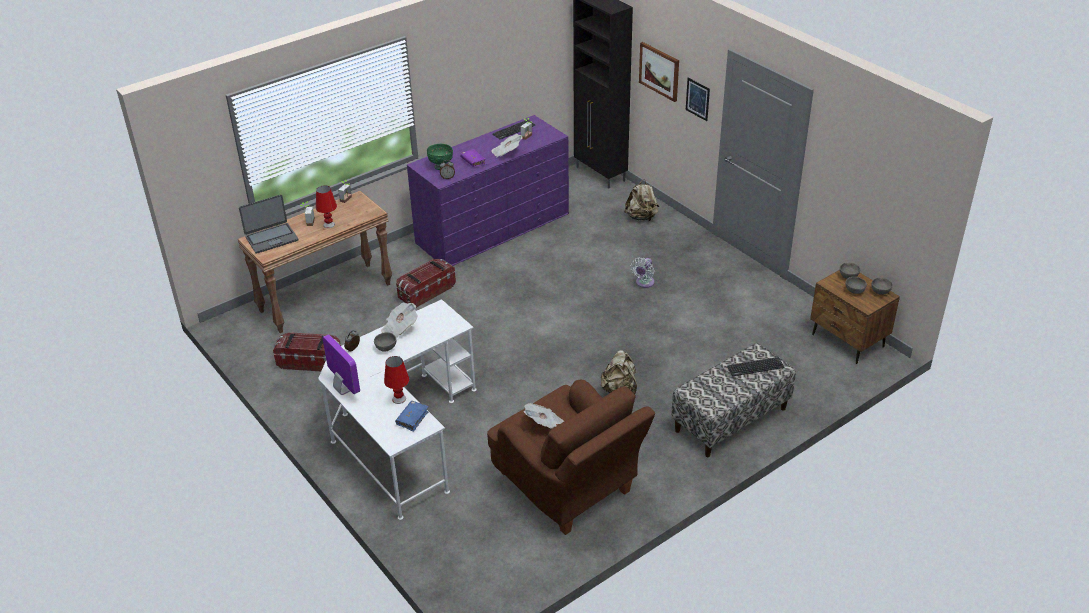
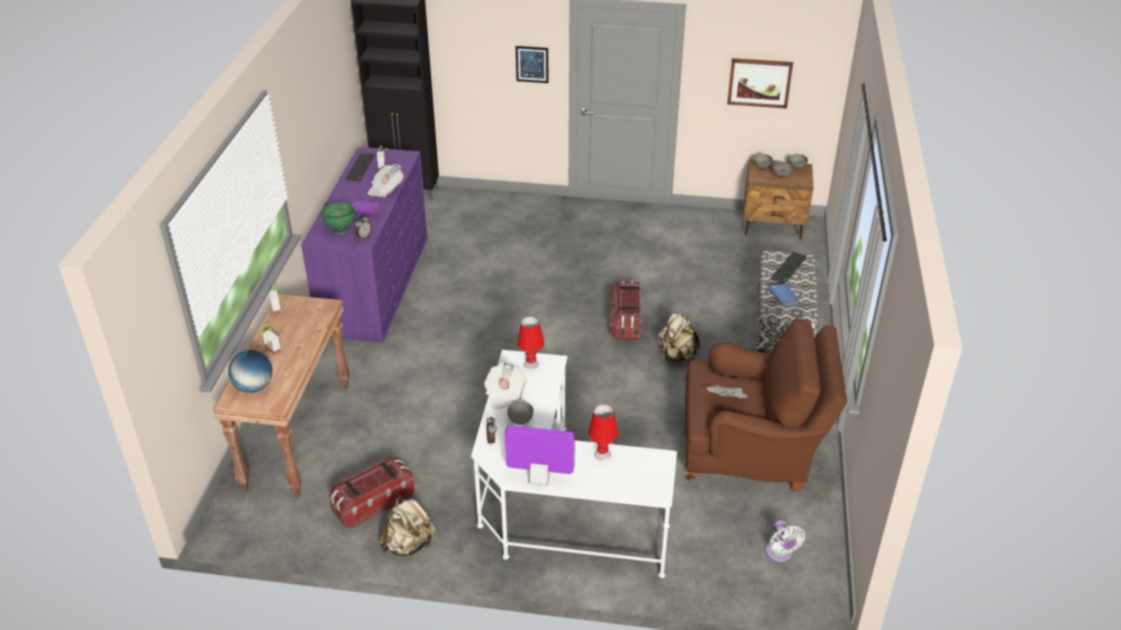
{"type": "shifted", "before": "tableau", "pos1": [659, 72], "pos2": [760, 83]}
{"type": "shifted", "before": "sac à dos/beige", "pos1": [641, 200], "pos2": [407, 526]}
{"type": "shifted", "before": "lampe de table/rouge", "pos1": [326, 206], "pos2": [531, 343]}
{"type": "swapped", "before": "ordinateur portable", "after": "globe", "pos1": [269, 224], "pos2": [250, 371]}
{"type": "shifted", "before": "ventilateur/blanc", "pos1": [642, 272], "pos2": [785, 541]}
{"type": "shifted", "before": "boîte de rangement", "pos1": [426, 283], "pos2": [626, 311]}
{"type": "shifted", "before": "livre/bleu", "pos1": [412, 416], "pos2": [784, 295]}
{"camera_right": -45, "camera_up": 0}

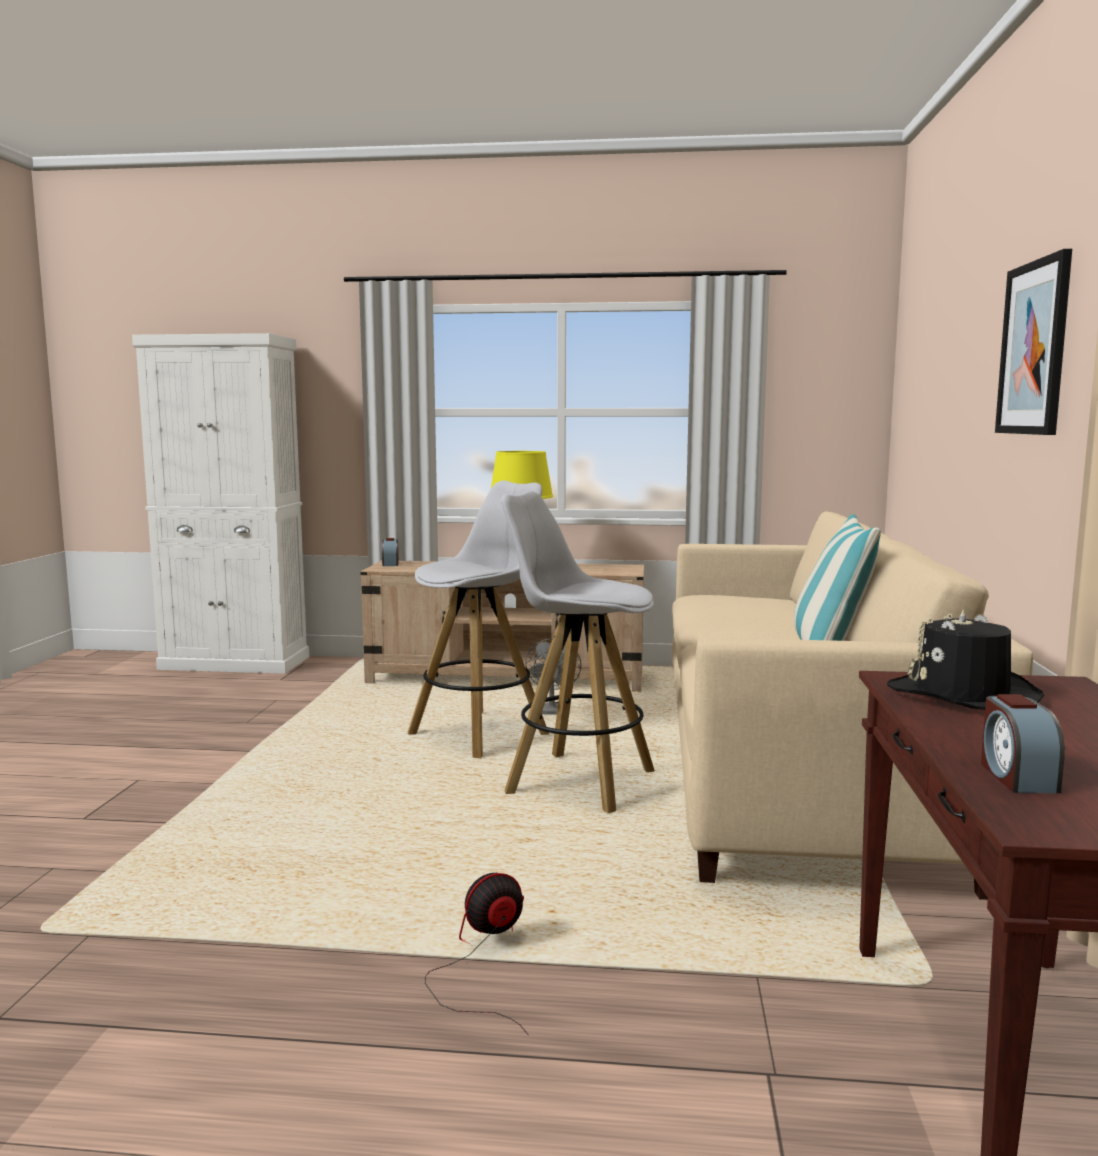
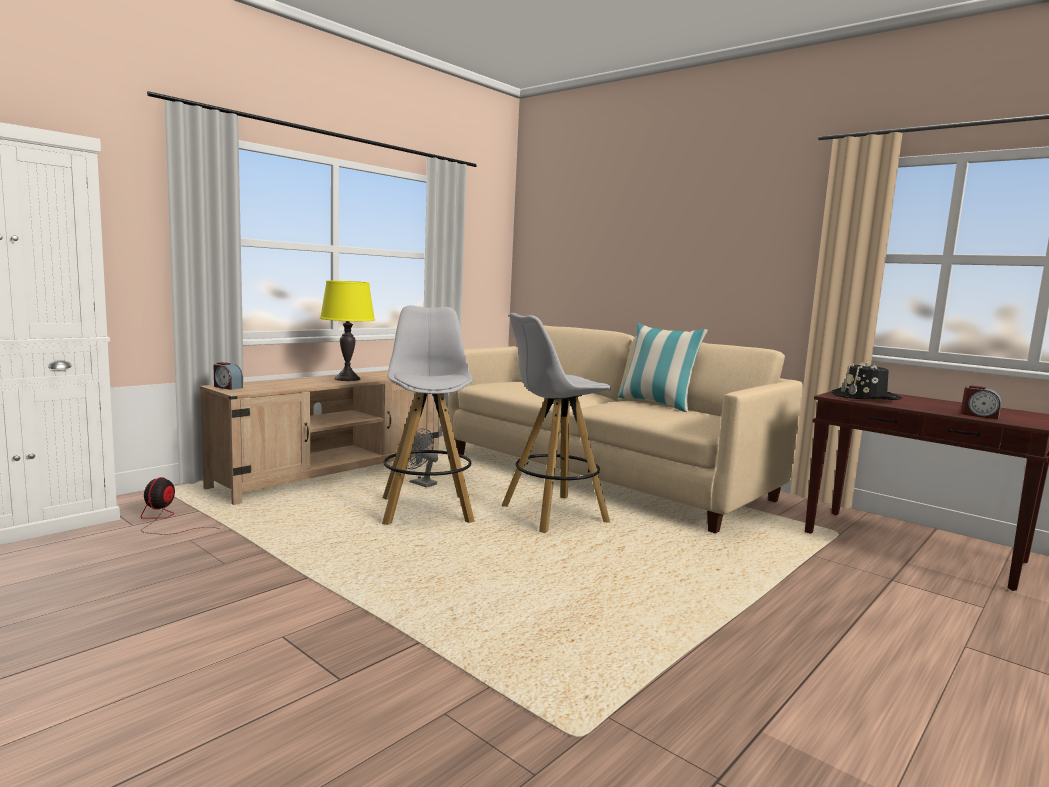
{"type": "gone", "before": "tableau", "pos1": [1033, 342]}
{"type": "shifted", "before": "ventilateur", "pos1": [477, 954], "pos2": [177, 506]}
{"camera_right": -55, "camera_up": 0}

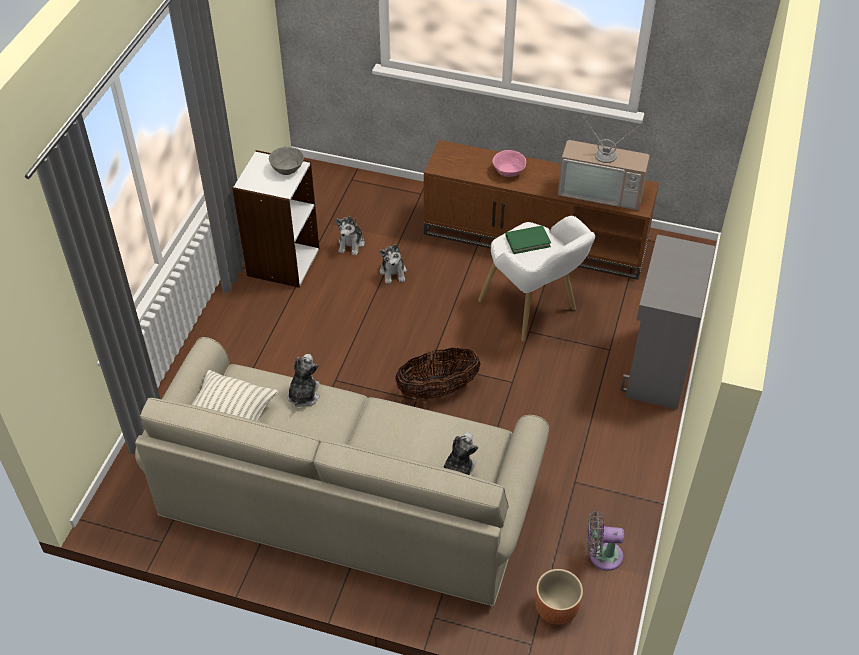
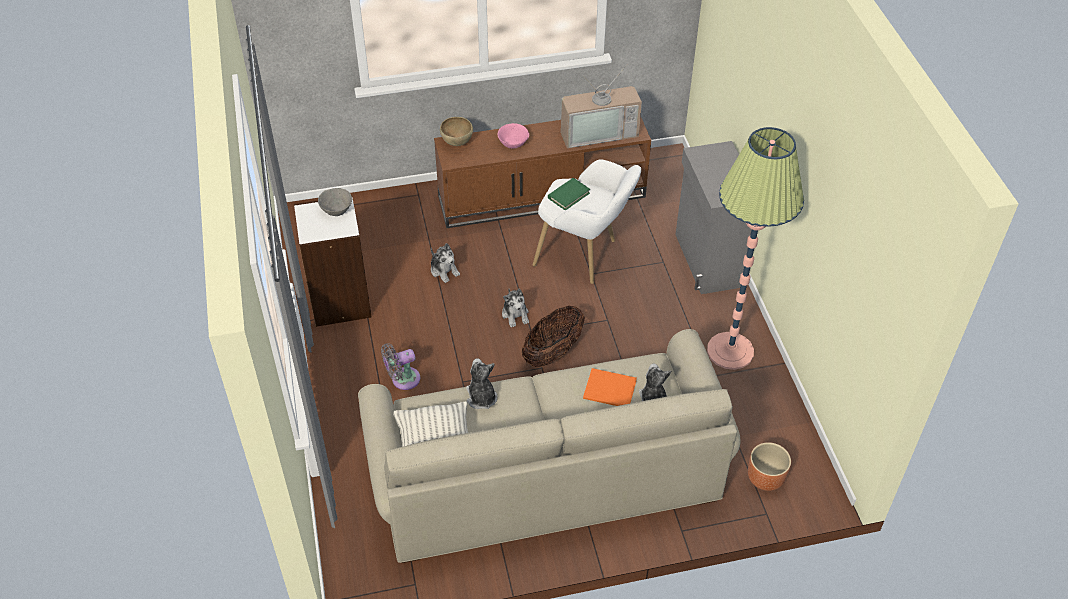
{"type": "shifted", "before": "peluche", "pos1": [350, 235], "pos2": [515, 308]}
{"type": "shifted", "before": "ventilateur/gris", "pos1": [605, 541], "pos2": [400, 366]}
{"type": "new", "after": "bol/marron", "pos2": [456, 131]}
{"type": "new", "after": "lampadaire", "pos2": [755, 248]}
{"type": "new", "after": "livre/orange", "pos2": [610, 387]}
{"camera_right": -30, "camera_up": 0}

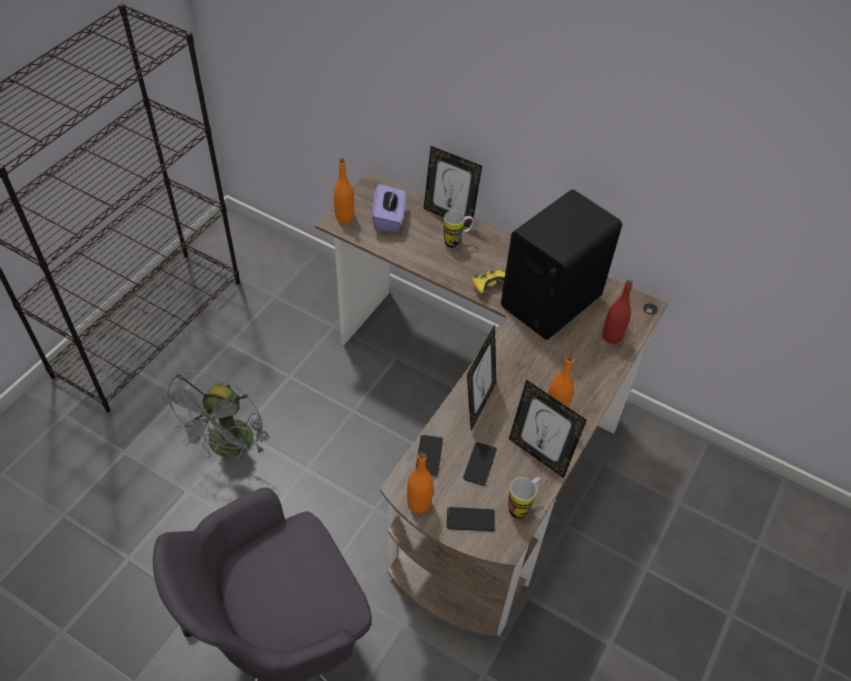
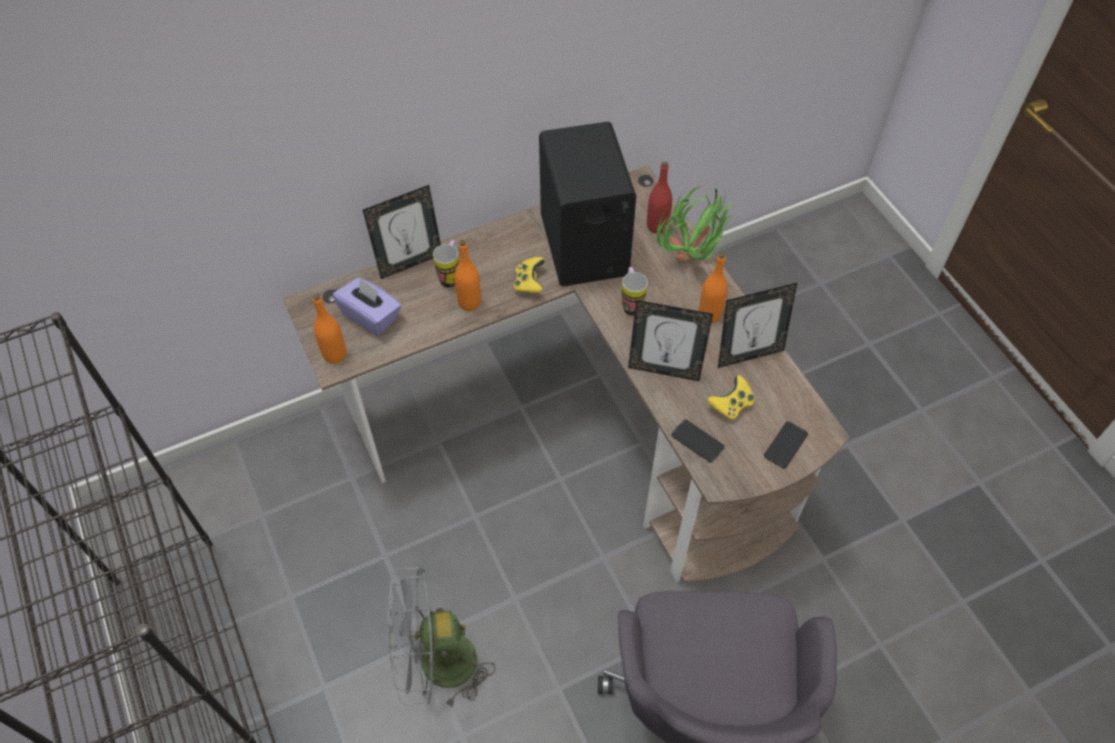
{"type": "rotated", "before": "cadre photo", "pos1": [481, 377], "pos2": [670, 340], "turn": 135}
{"type": "rotated", "before": "ventilateur/gris", "pos1": [214, 416], "pos2": [441, 638], "turn": 120}
{"type": "swapped", "before": "téléphone", "after": "manette/jaune", "pos1": [480, 463], "pos2": [731, 397]}
{"type": "shifted", "before": "bouteille/orange", "pos1": [420, 483], "pos2": [467, 275]}
{"type": "shifted", "before": "mug", "pos1": [525, 498], "pos2": [635, 291]}
{"type": "new", "after": "plante en pot", "pos2": [697, 224]}
{"camera_right": -55, "camera_up": 5}

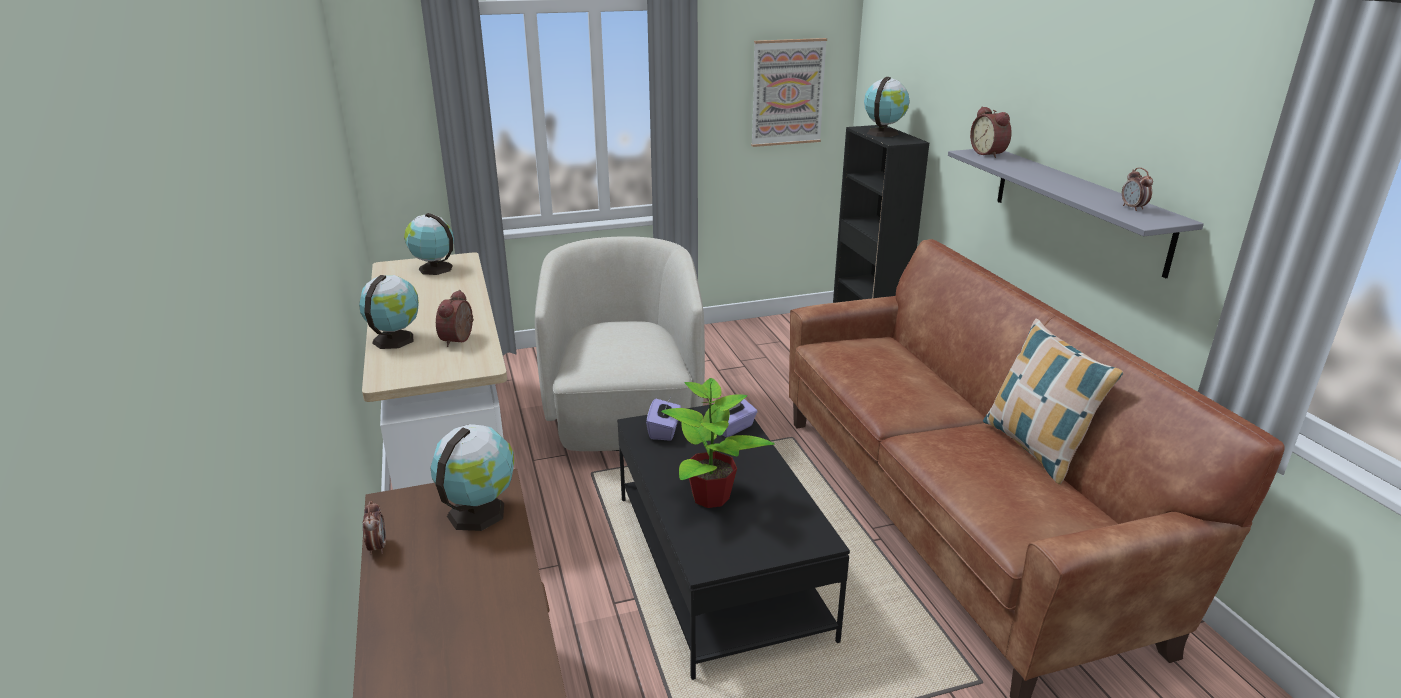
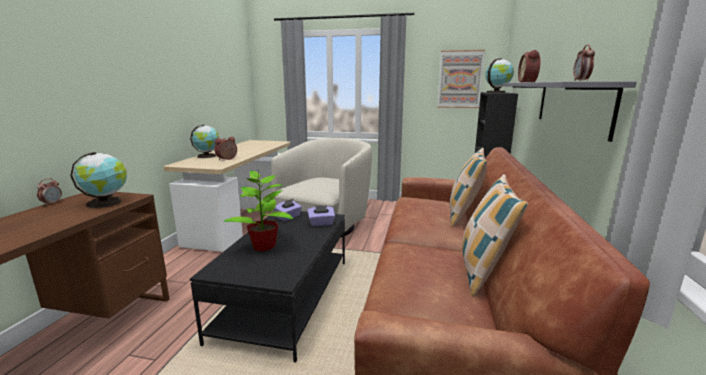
{"type": "gone", "before": "globe", "pos1": [429, 244]}
{"type": "new", "after": "coussin", "pos2": [468, 187]}
{"camera_right": 30, "camera_up": -10}

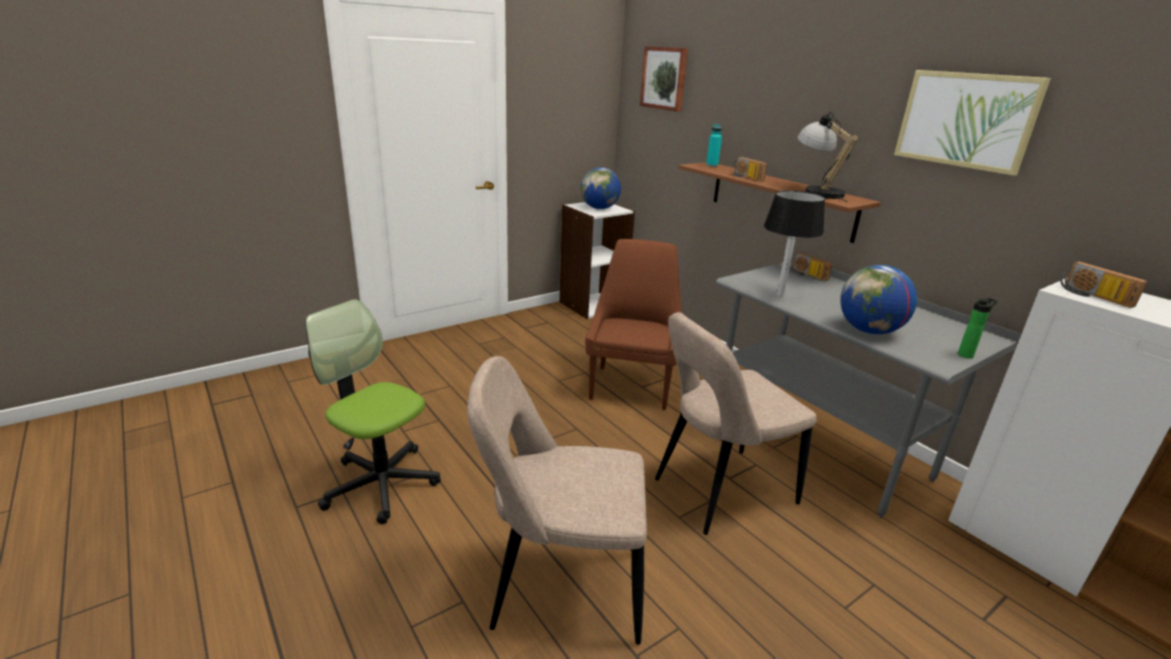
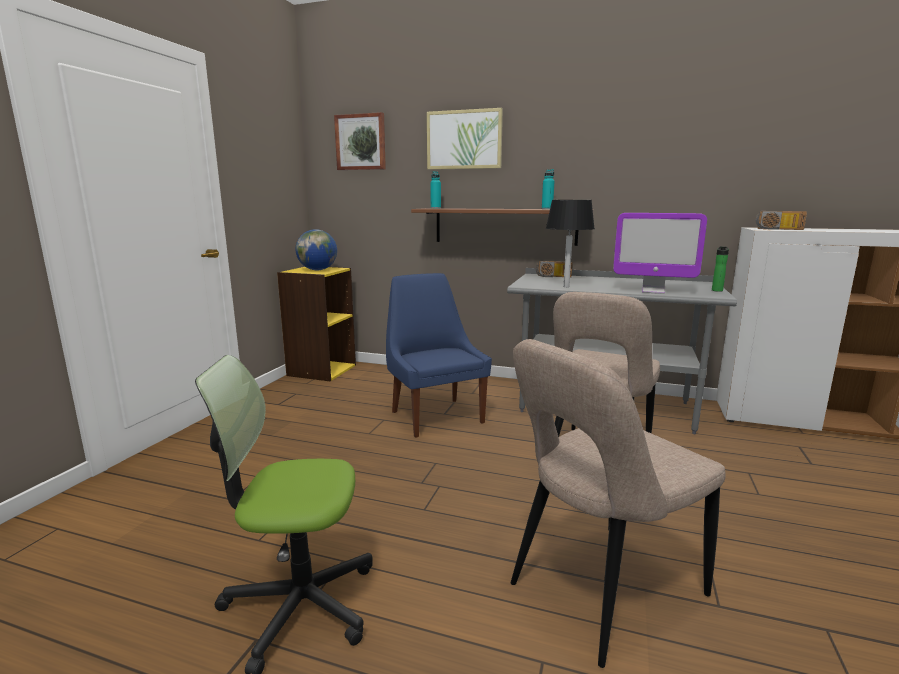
{"type": "shifted", "before": "tableau", "pos1": [972, 123], "pos2": [465, 139]}
{"type": "swapped", "before": "lampe de table", "after": "bouteille/turquoise", "pos1": [828, 157], "pos2": [548, 189]}
{"type": "gone", "before": "radio", "pos1": [749, 169]}
{"type": "repainted", "before": "bibliothèque/blanc", "after": "bibliothèque/jaune", "pos1": [597, 260], "pos2": [316, 324]}
{"type": "repainted", "before": "chaise/marron", "after": "chaise/bleu", "pos1": [633, 324], "pos2": [439, 355]}
{"type": "swapped", "before": "globe", "after": "écran d'ordinateur", "pos1": [878, 299], "pos2": [660, 253]}
{"camera_right": -35, "camera_up": -10}

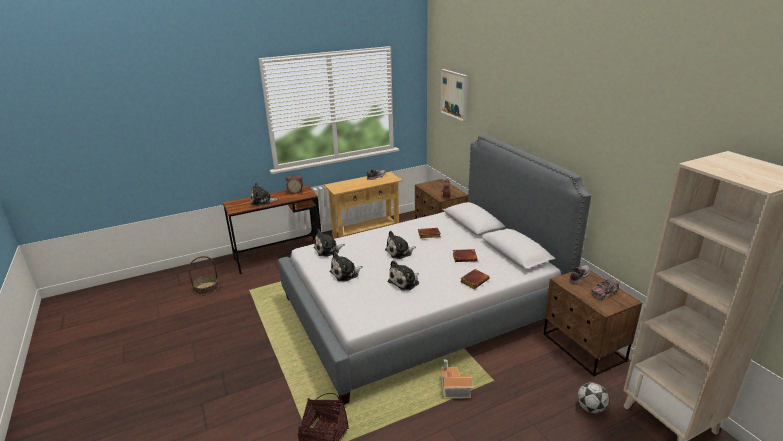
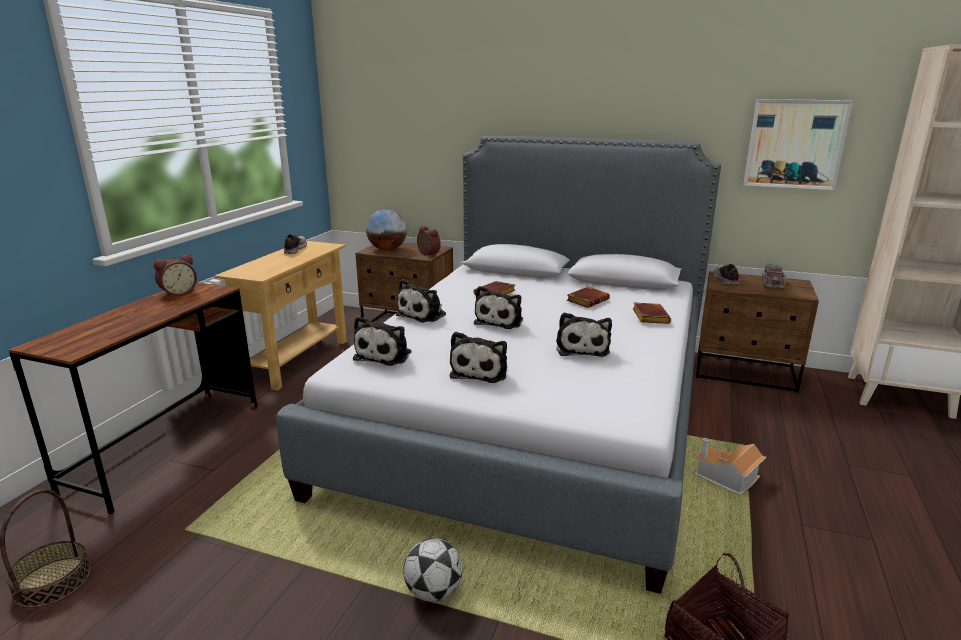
{"type": "shifted", "before": "tableau", "pos1": [454, 95], "pos2": [798, 144]}
{"type": "shifted", "before": "peluche", "pos1": [265, 194], "pos2": [421, 300]}
{"type": "shifted", "before": "ballon de foot", "pos1": [593, 397], "pos2": [432, 570]}
{"type": "new", "after": "globe", "pos2": [386, 229]}
{"camera_right": -45, "camera_up": -5}

